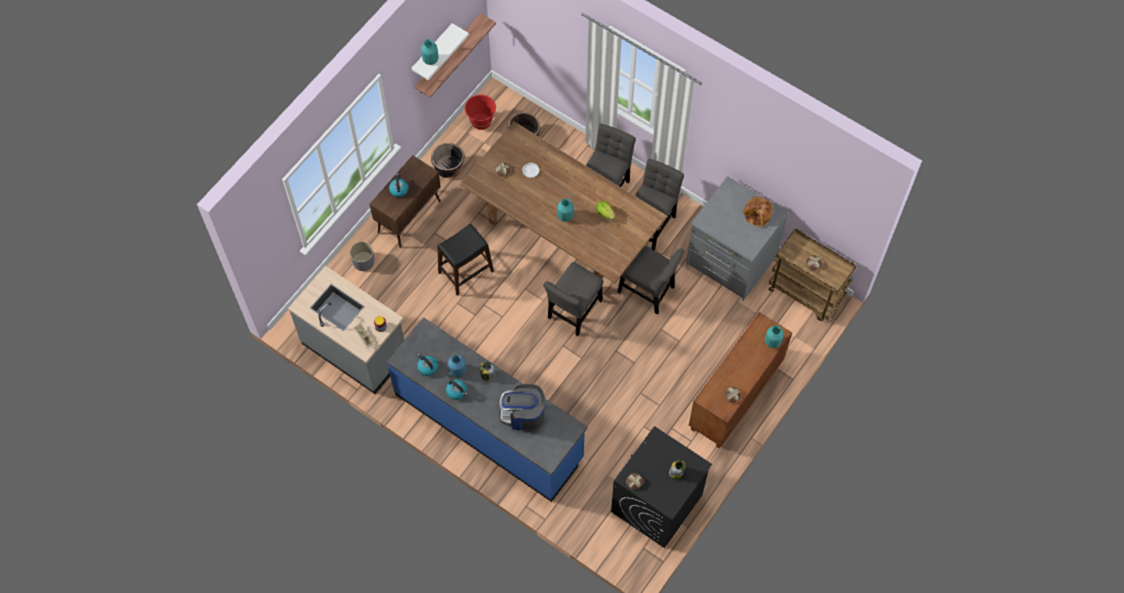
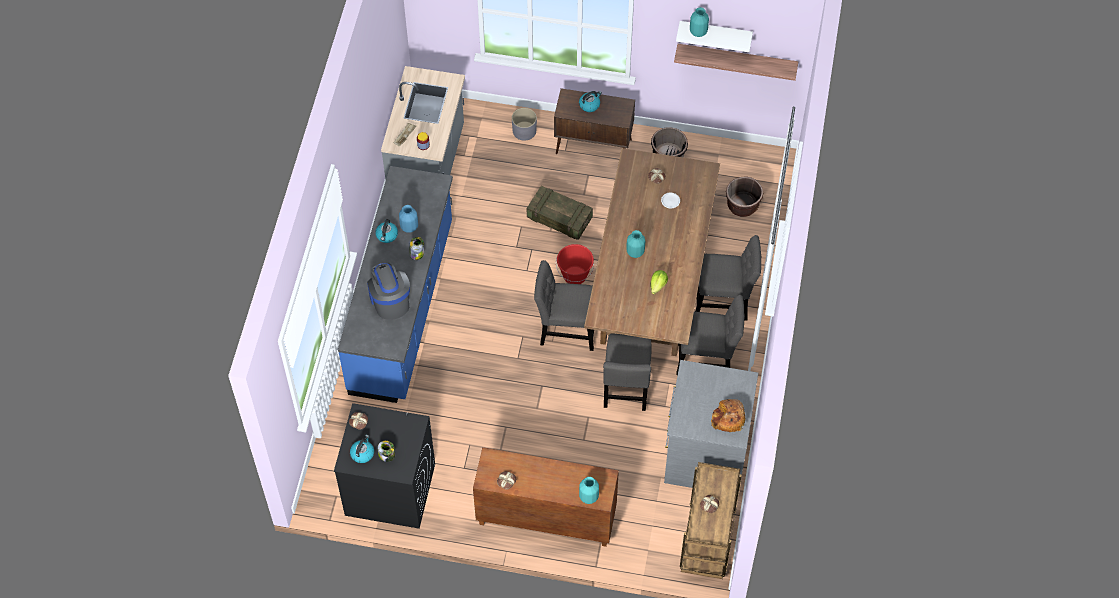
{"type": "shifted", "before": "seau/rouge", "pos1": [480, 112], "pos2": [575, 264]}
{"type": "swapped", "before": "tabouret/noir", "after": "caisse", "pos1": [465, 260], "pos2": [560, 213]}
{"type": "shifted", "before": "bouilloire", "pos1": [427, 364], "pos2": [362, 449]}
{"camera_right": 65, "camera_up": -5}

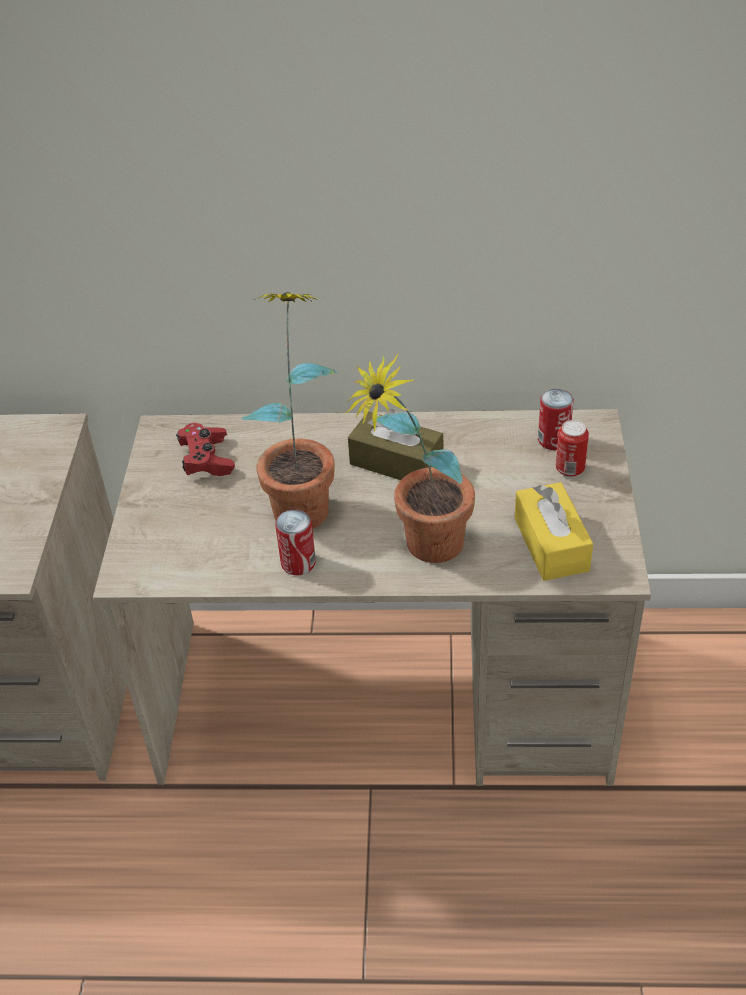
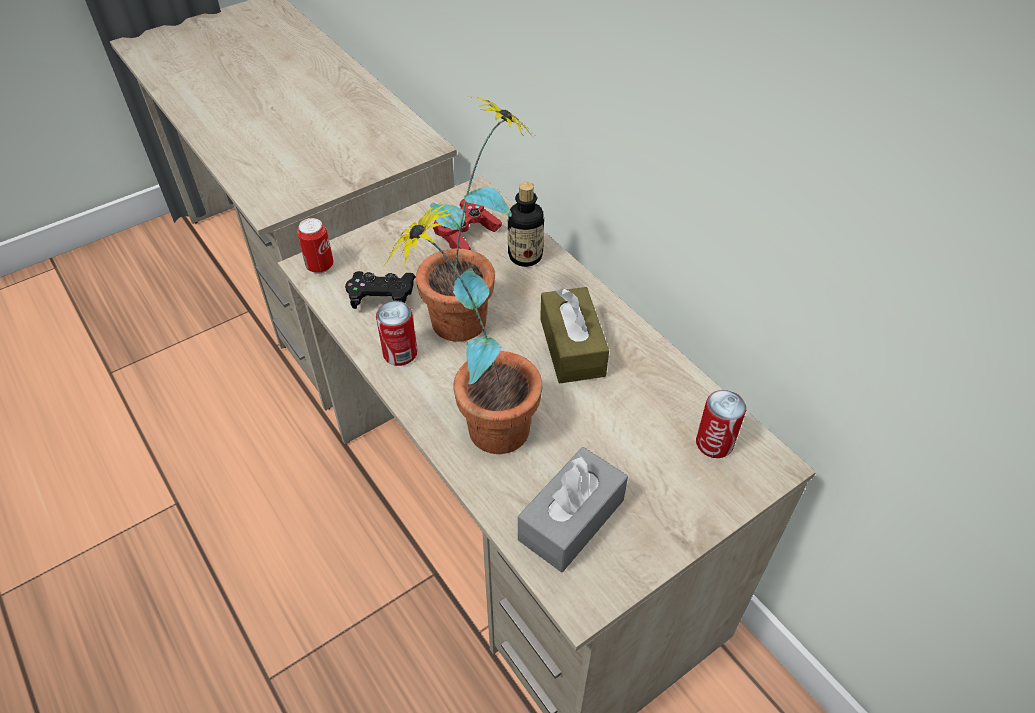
{"type": "shifted", "before": "boîte métallique", "pos1": [572, 448], "pos2": [315, 246]}
{"type": "repainted", "before": "boîte à mouchoirs/jaune", "after": "boîte à mouchoirs/gris", "pos1": [554, 531], "pos2": [573, 509]}
{"type": "new", "after": "bouteille", "pos2": [526, 224]}
{"type": "new", "after": "manette/noir", "pos2": [380, 290]}
{"camera_right": 50, "camera_up": 5}

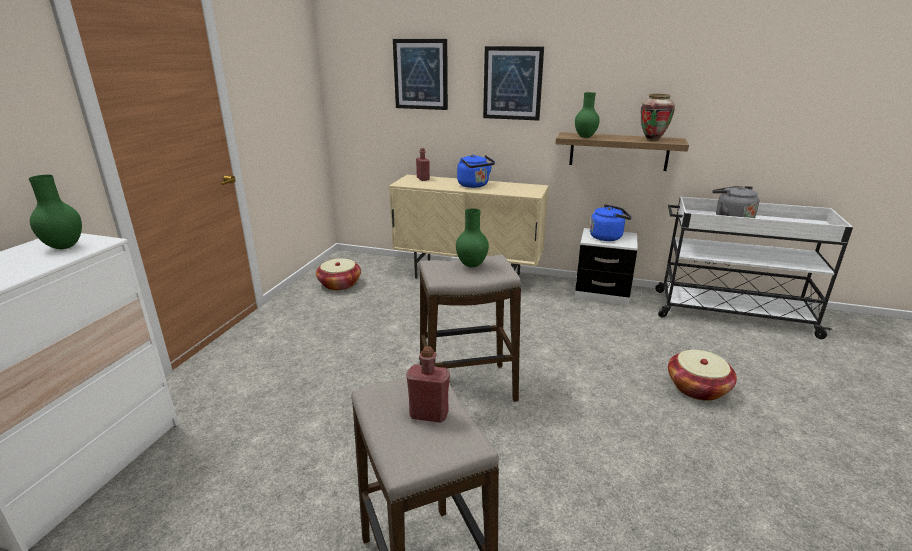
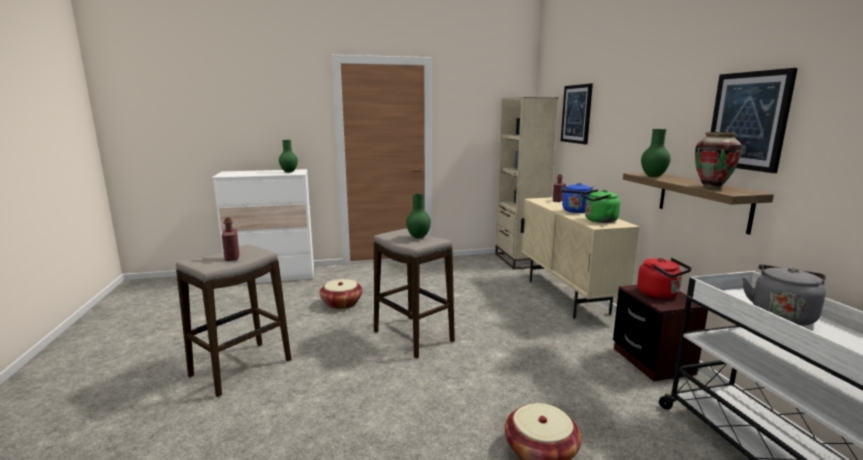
{"type": "shifted", "before": "tableau", "pos1": [513, 83], "pos2": [754, 120]}
{"type": "repainted", "before": "bouilloire/bleu", "after": "bouilloire/rouge", "pos1": [611, 222], "pos2": [664, 278]}
{"type": "repainted", "before": "table de chevet/blanc", "after": "table de chevet/marron", "pos1": [606, 266], "pos2": [660, 333]}
{"type": "shifted", "before": "panier", "pos1": [338, 274], "pos2": [341, 294]}
{"type": "new", "after": "bibliothèque/beige", "pos2": [526, 183]}
{"type": "new", "after": "bouilloire/vert", "pos2": [600, 206]}
{"camera_right": 60, "camera_up": -10}

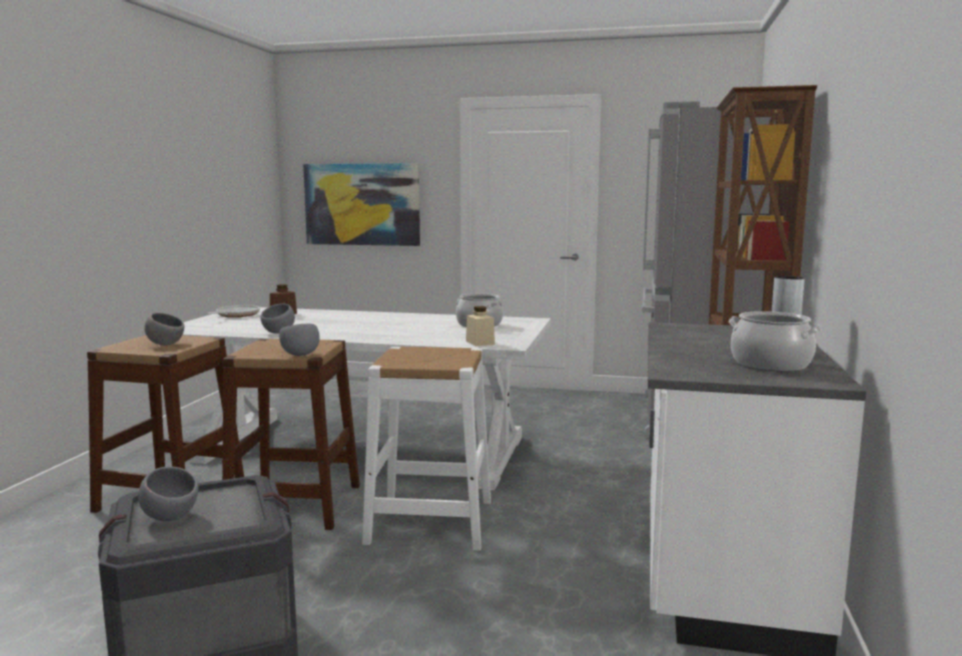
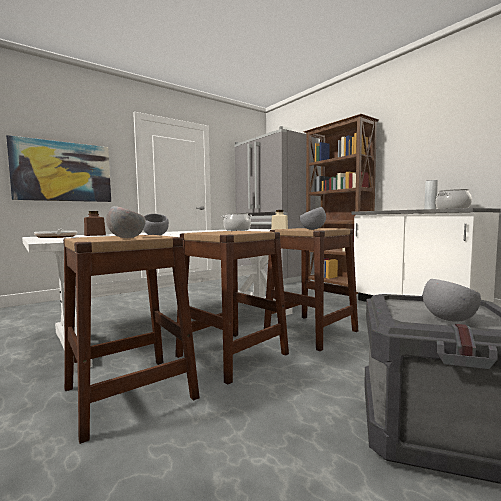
{"type": "shifted", "before": "bol/gris", "pos1": [299, 340], "pos2": [313, 218]}
{"type": "repainted", "before": "tabouret/blanc", "after": "tabouret/marron", "pos1": [426, 449], "pos2": [311, 289]}
{"camera_right": -50, "camera_up": -5}

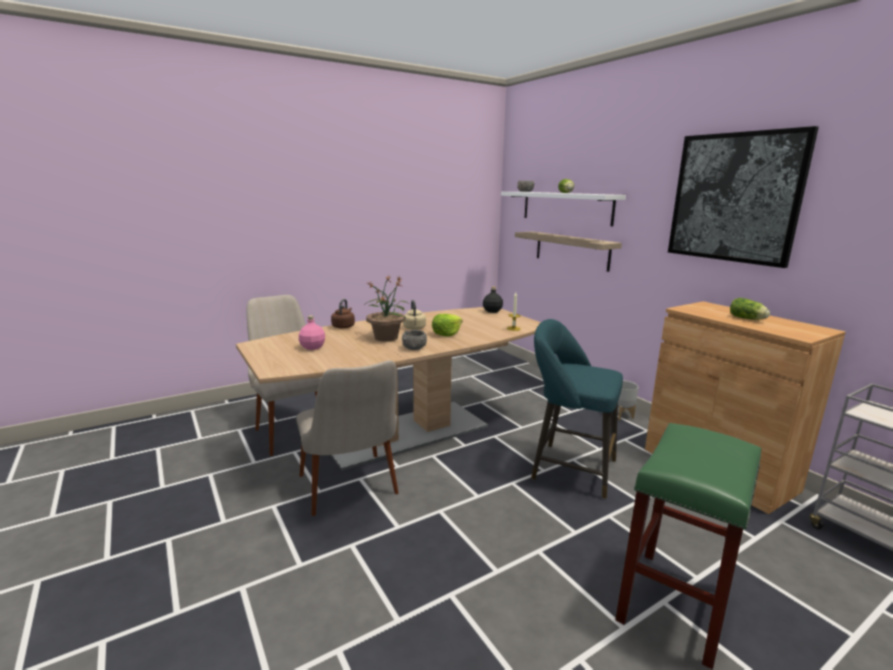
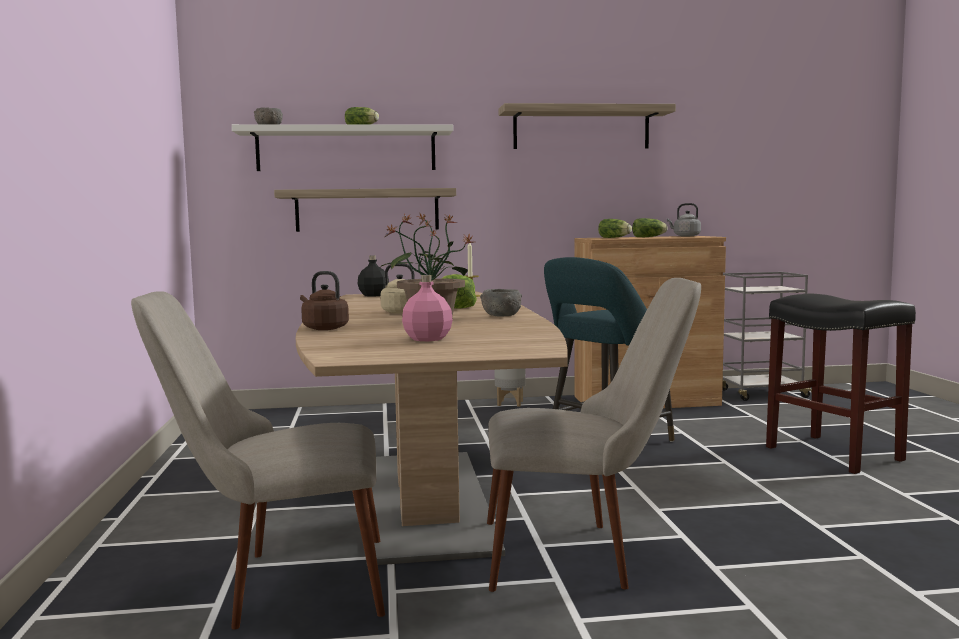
{"type": "swapped", "before": "tableau", "after": "étagère", "pos1": [743, 197], "pos2": [587, 126]}
{"type": "repainted", "before": "tabouret/vert", "after": "tabouret/noir", "pos1": [688, 546], "pos2": [841, 384]}
{"type": "new", "after": "bouilloire/gris", "pos2": [684, 219]}
{"type": "new", "after": "laitue", "pos2": [615, 228]}
{"camera_right": -65, "camera_up": -10}

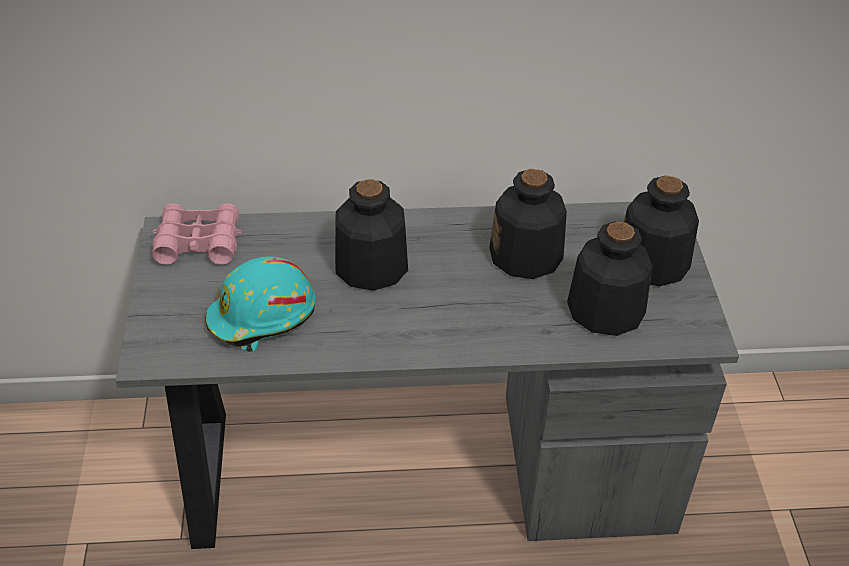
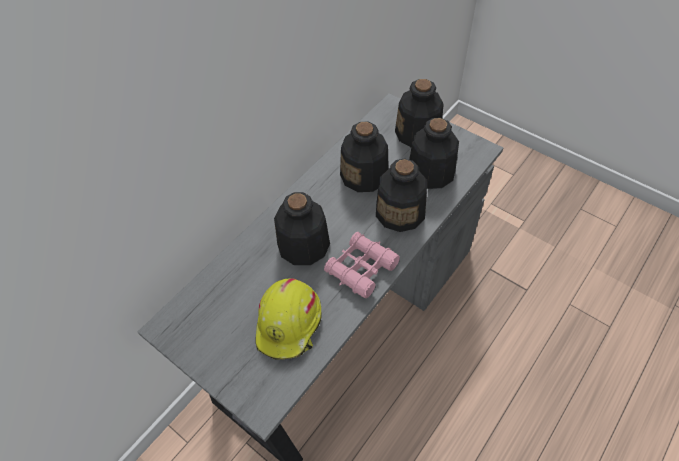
{"type": "shifted", "before": "jumelles/rose", "pos1": [197, 234], "pos2": [362, 265]}
{"type": "repainted", "before": "casque de chantier/turquoise", "after": "casque de chantier/jaune", "pos1": [260, 304], "pos2": [288, 319]}
{"type": "new", "after": "bouteille", "pos2": [401, 195]}
{"camera_right": -45, "camera_up": 10}

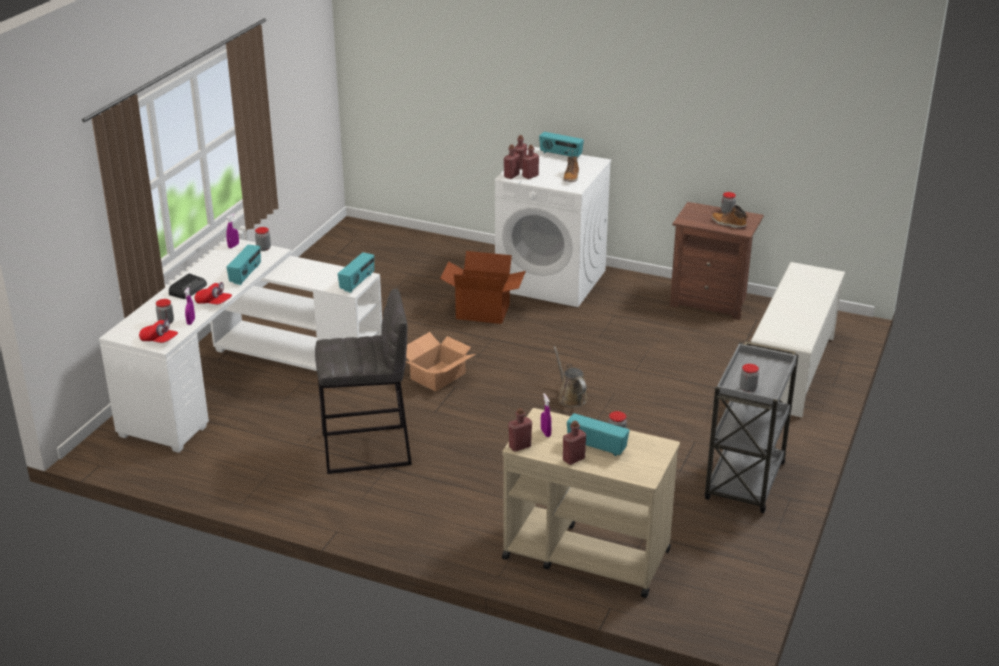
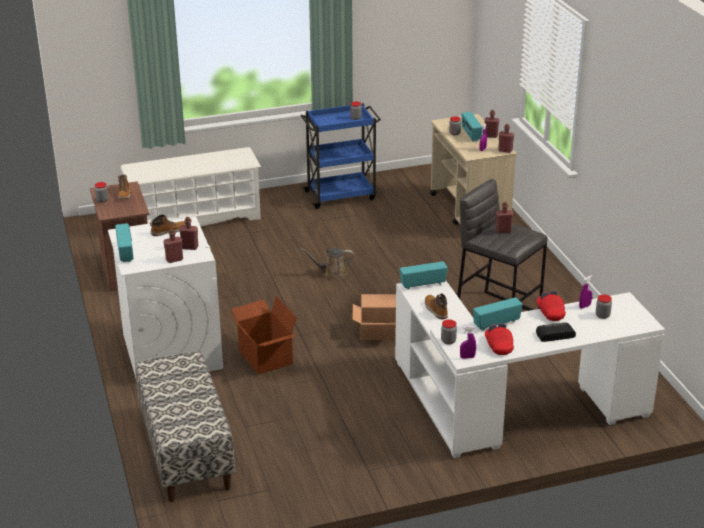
{"type": "shifted", "before": "bouteille/rouge", "pos1": [512, 161], "pos2": [504, 217]}
{"type": "shifted", "before": "casquette/rouge", "pos1": [158, 331], "pos2": [499, 339]}
{"type": "repainted", "before": "chariot/gris", "after": "chariot/bleu", "pos1": [752, 427], "pos2": [341, 156]}
{"type": "rotated", "before": "arrosoir/marron", "pos1": [570, 376], "pos2": [327, 264], "turn": 60}
{"type": "new", "after": "botte", "pos2": [436, 306]}
{"type": "new", "after": "banc", "pos2": [185, 426]}
{"camera_right": -130, "camera_up": 0}

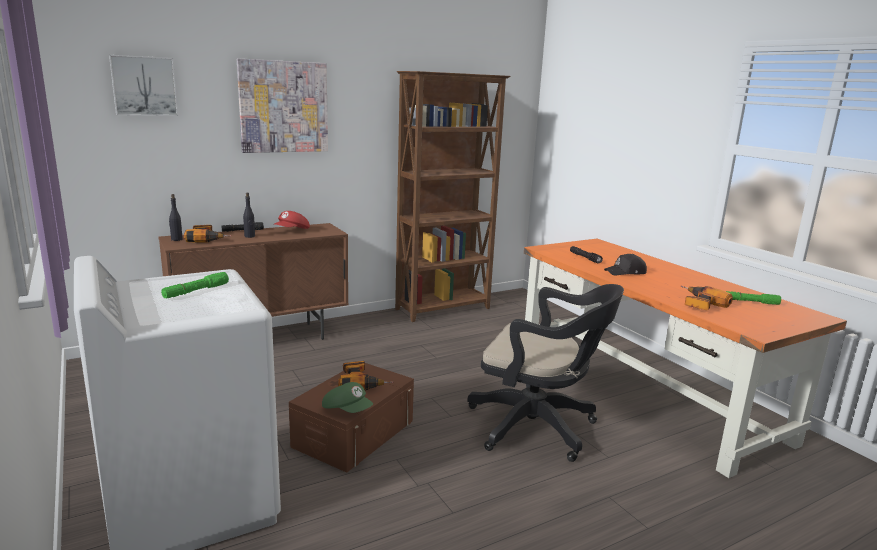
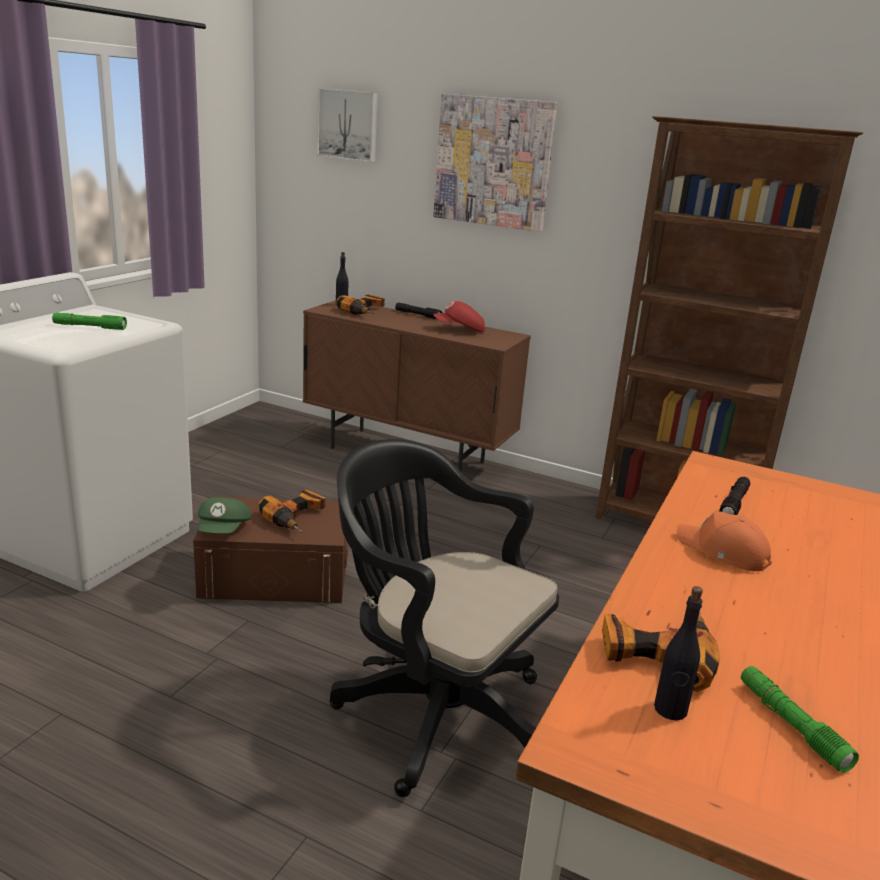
{"type": "shifted", "before": "bouteille/noir", "pos1": [249, 215], "pos2": [678, 653]}
{"type": "repainted", "before": "casquette/noir", "after": "casquette/orange", "pos1": [625, 265], "pos2": [724, 541]}
{"type": "rotated", "before": "chaise de bureau/noir", "pos1": [545, 373], "pos2": [444, 618], "turn": 135}
{"camera_right": 55, "camera_up": 5}

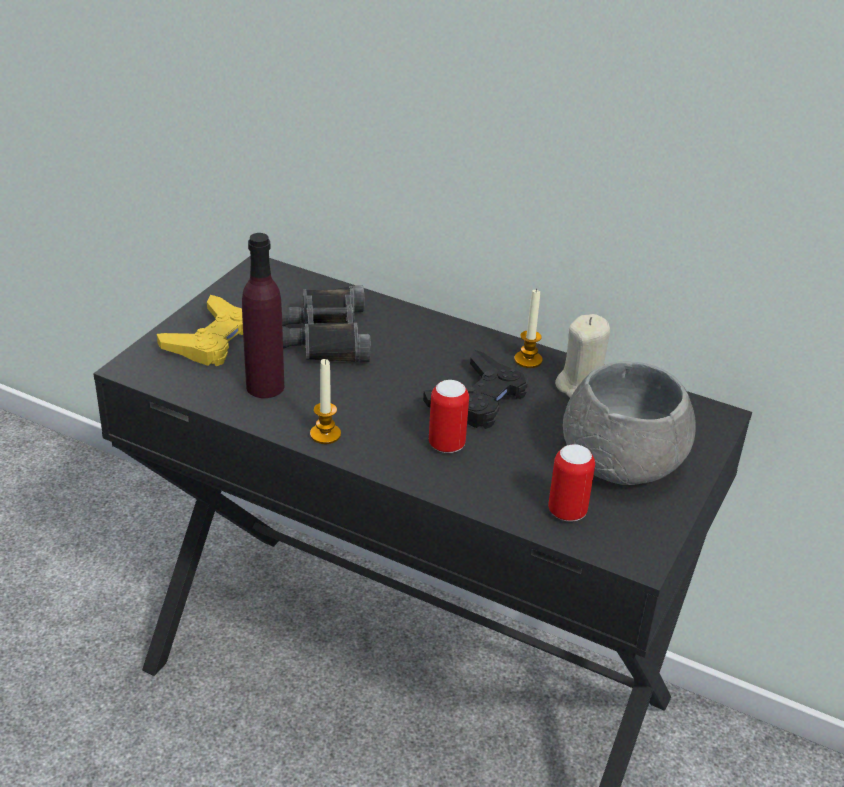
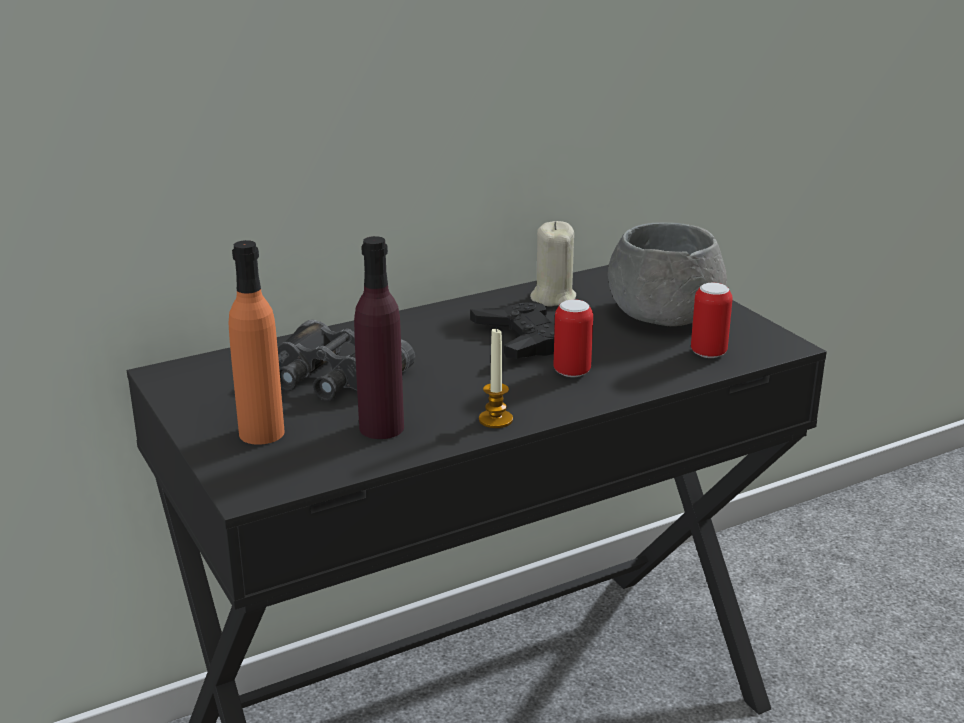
{"type": "gone", "before": "bougie", "pos1": [528, 328]}
{"type": "swapped", "before": "manette/jaune", "after": "bouteille/orange", "pos1": [200, 330], "pos2": [257, 342]}
{"camera_right": -55, "camera_up": -10}

